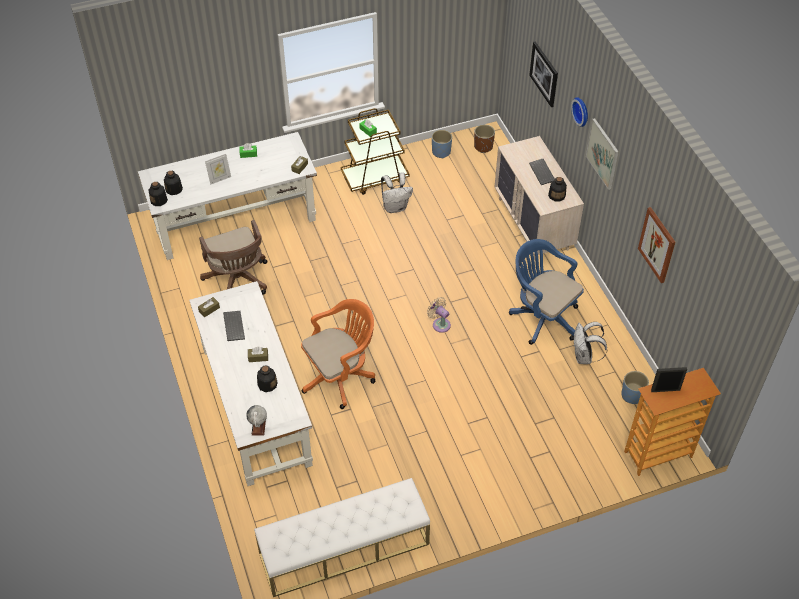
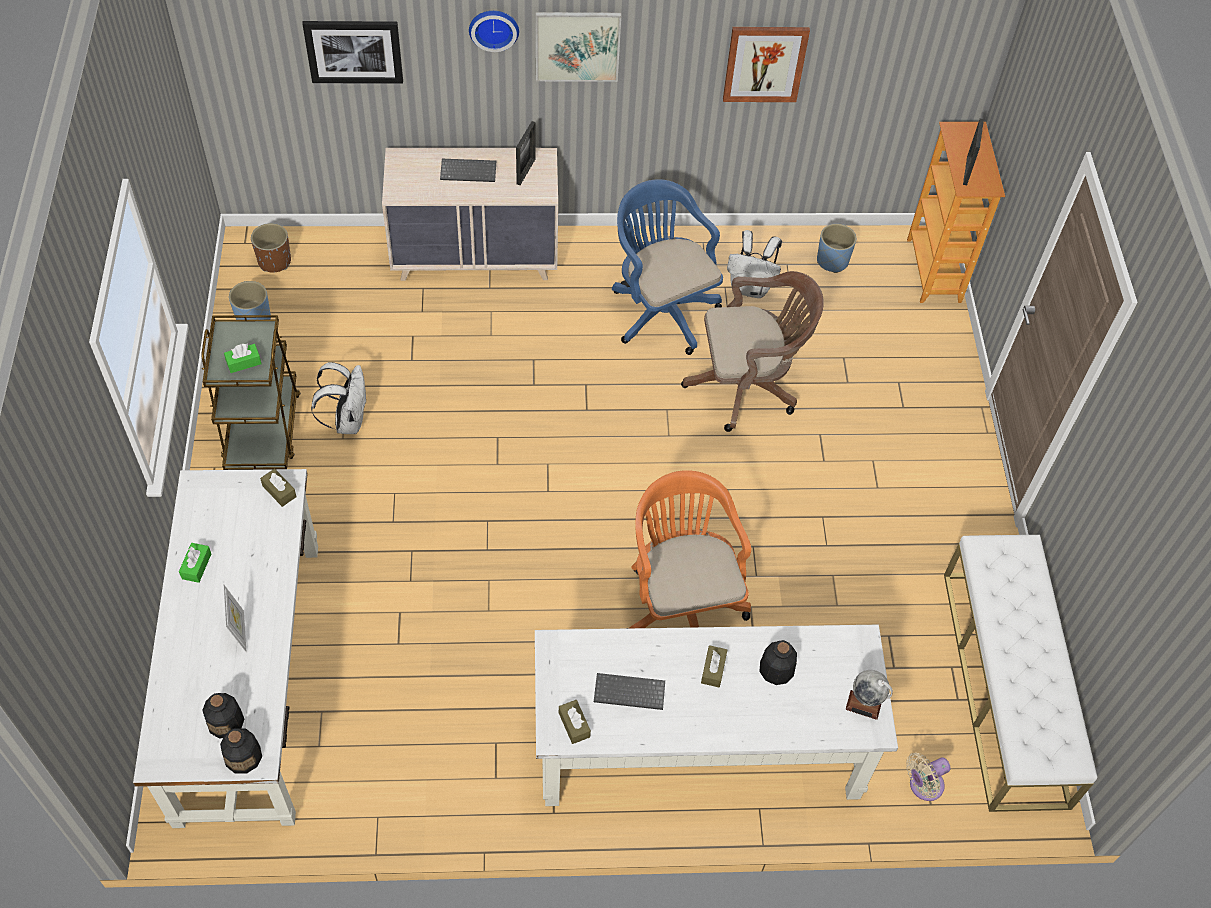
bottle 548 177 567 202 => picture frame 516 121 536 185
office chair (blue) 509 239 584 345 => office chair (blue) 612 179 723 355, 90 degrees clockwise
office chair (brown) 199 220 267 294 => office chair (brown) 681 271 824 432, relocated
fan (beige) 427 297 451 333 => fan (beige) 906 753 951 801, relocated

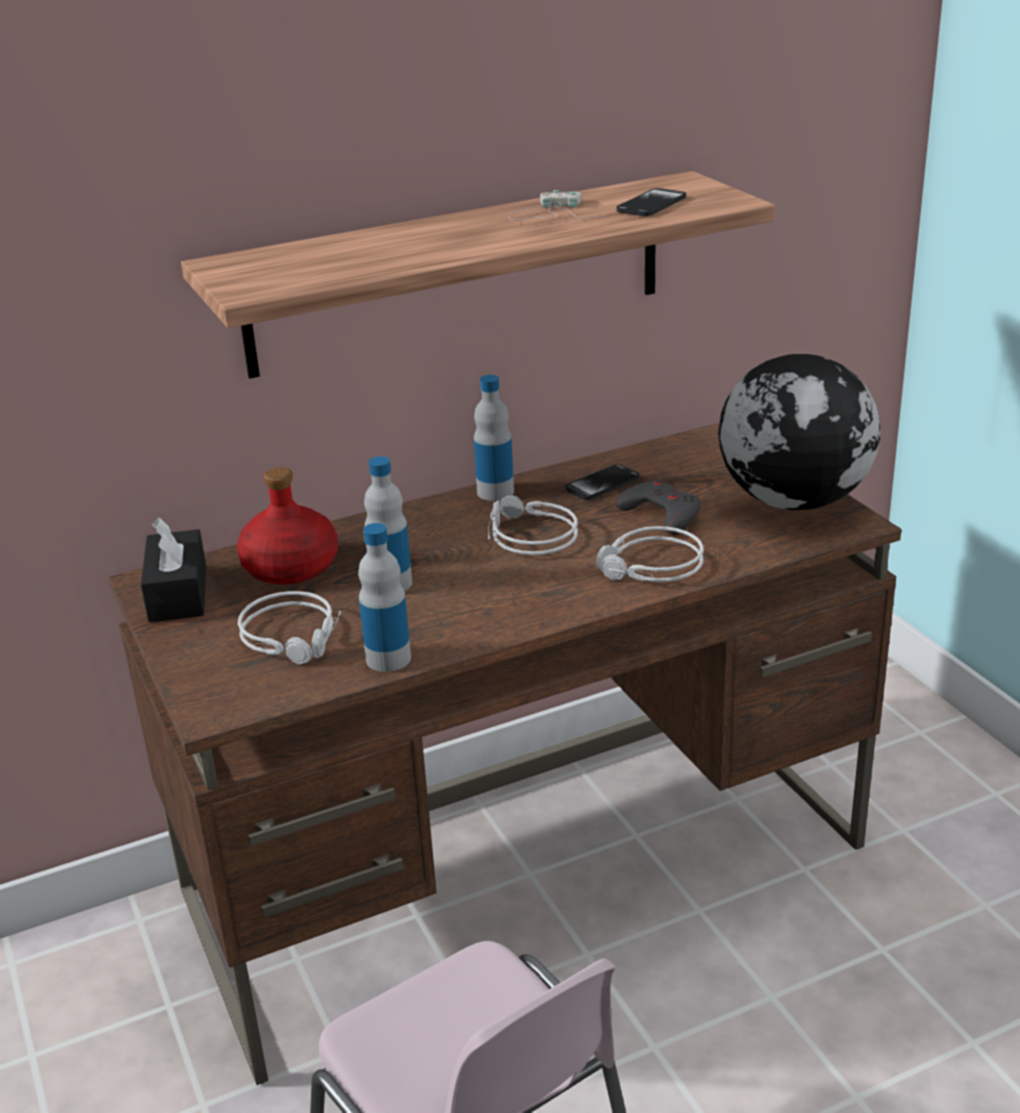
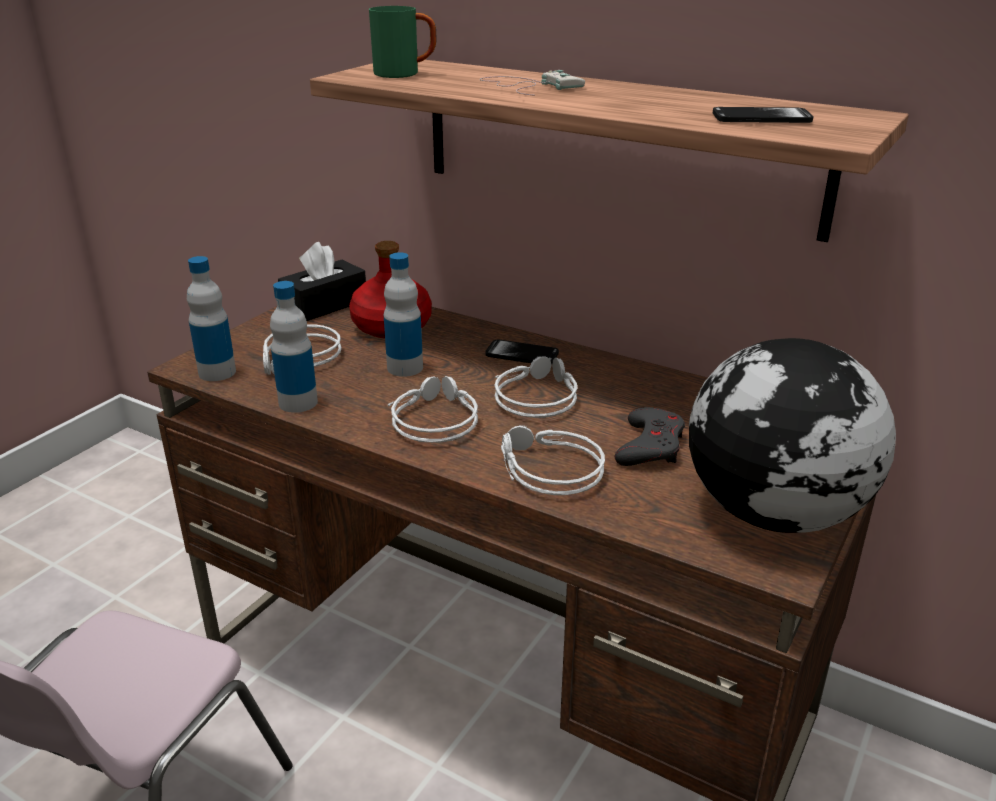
bottle 474 375 514 501 => bottle 187 256 236 381, relocated
nothing => mug (green) 369 6 437 78
nothing => headphones (grey) 388 376 478 443
game controller (white) 509 190 607 221 => game controller (white) 480 70 585 95, relocated
phone 566 464 639 500 => phone 485 340 559 364, relocated

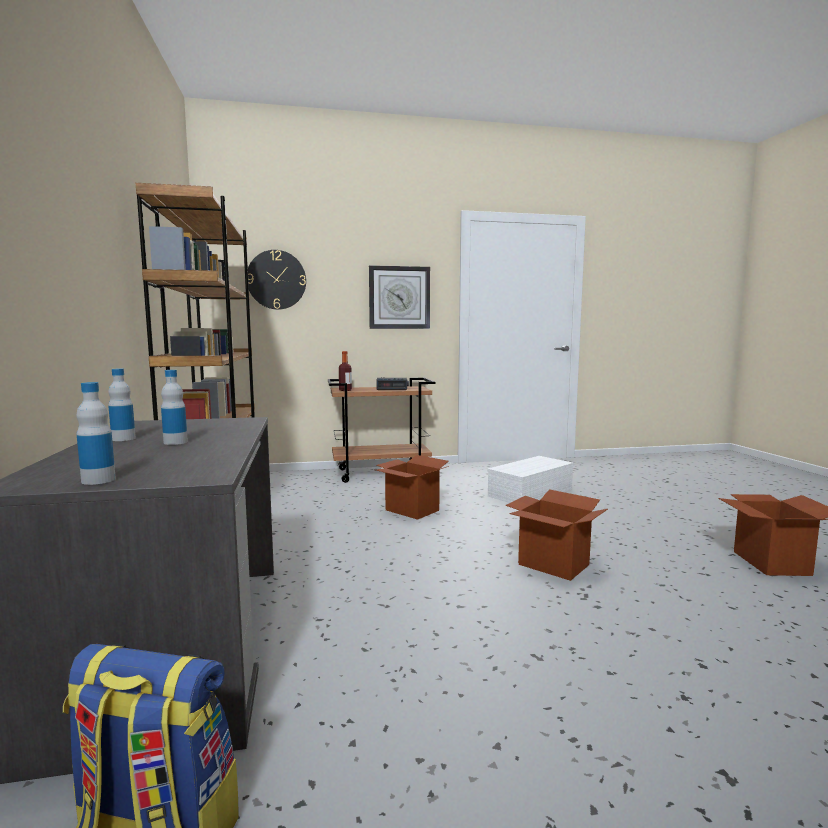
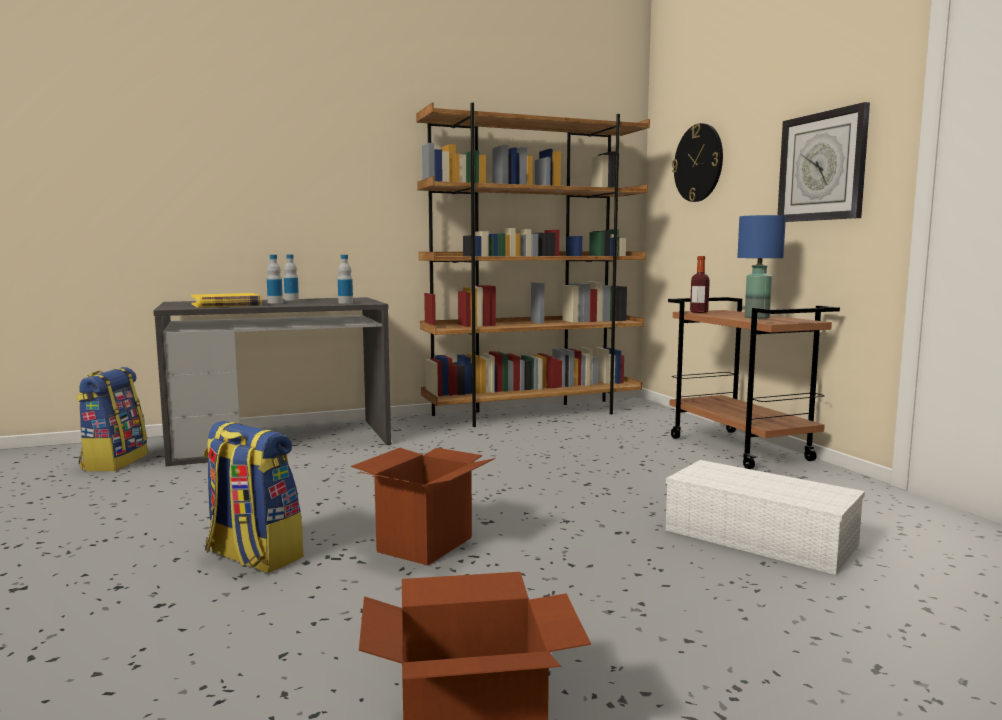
nothing => book (yellow) 191 293 262 308
nothing => backpack 203 421 303 573
bottle 76 382 116 485 => bottle 338 255 353 304, relocated
alarm clock 376 377 409 390 => table lamp (blue) 737 215 786 319
cardboard box 375 455 449 520 => nothing

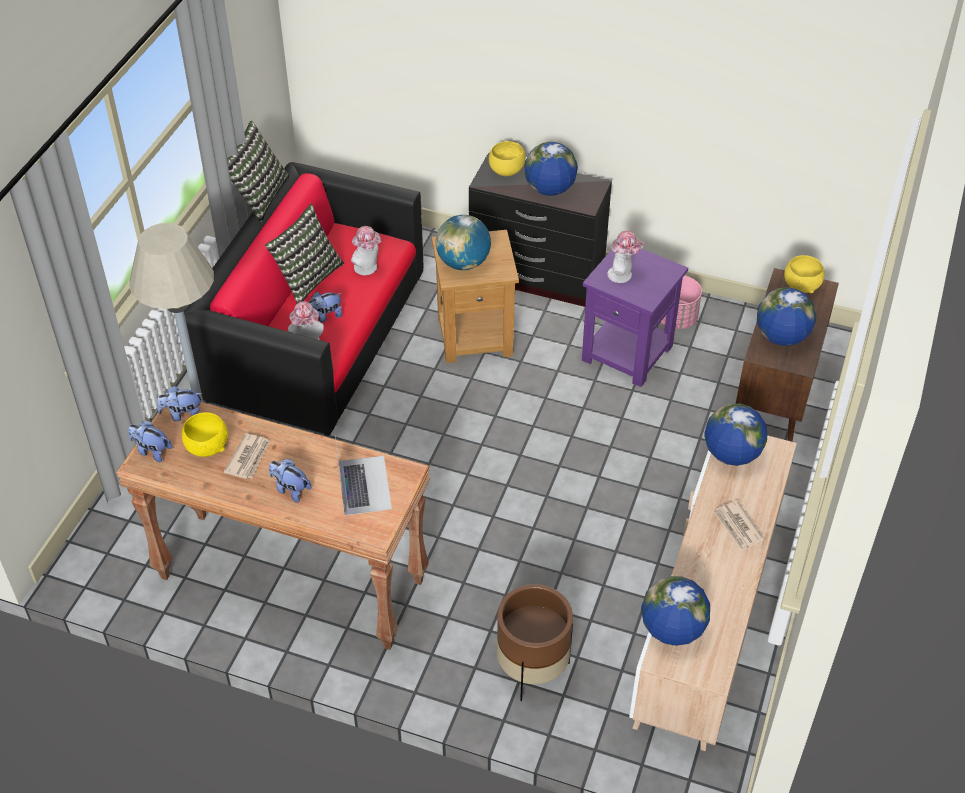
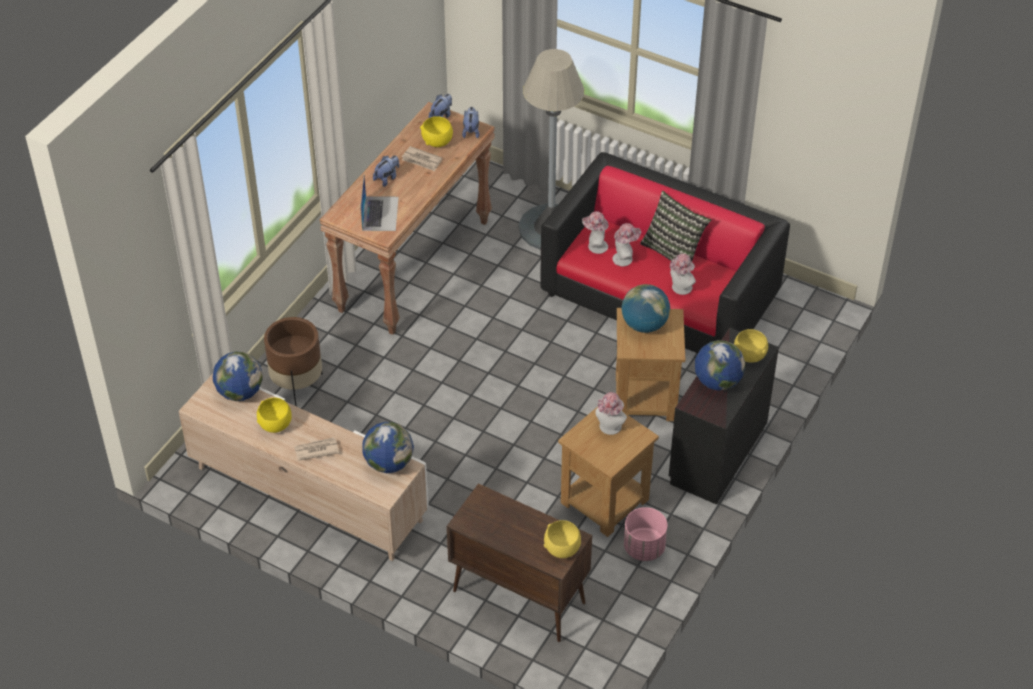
nothing => bowl (yellow) 257 398 292 433
laptop 335 435 392 515 => laptop 360 177 399 231, 90 degrees counterclockwise
side table (purple) 582 249 688 387 => side table (brown) 558 407 659 537
plush toy 308 292 342 323 => hat 613 223 641 266
pillow 227 121 290 222 => nothing
globe 757 287 816 346 => nothing

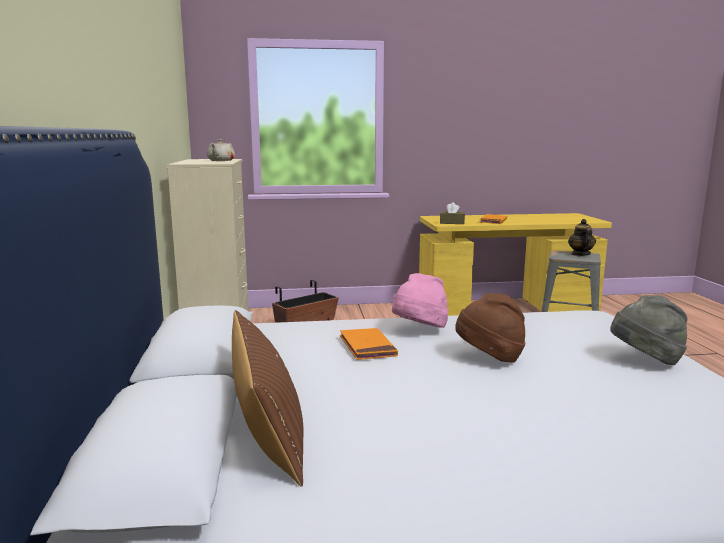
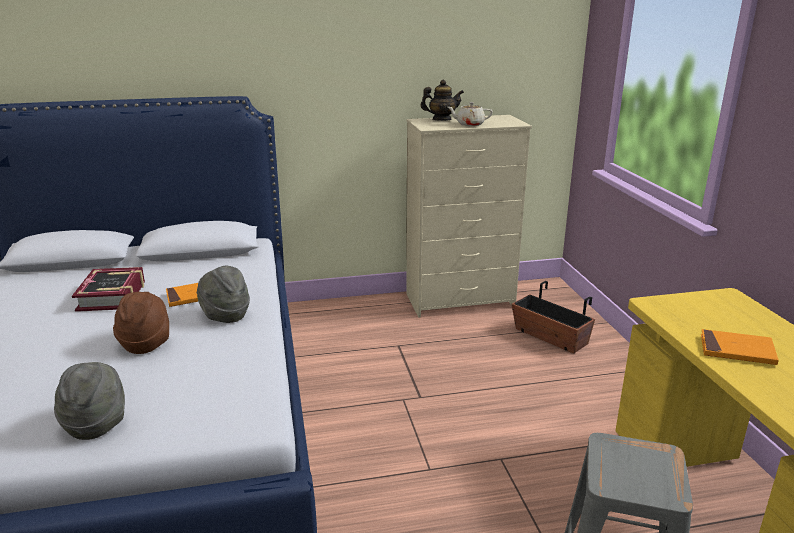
nothing => book 72 267 145 312
hat (pink) 392 273 448 328 => hat (grey) 197 266 250 323
teapot 568 219 596 256 => teapot 420 80 464 121, relocated
pillow (brown) 232 310 303 487 => nothing
tissue box (brown) 440 202 465 224 => nothing

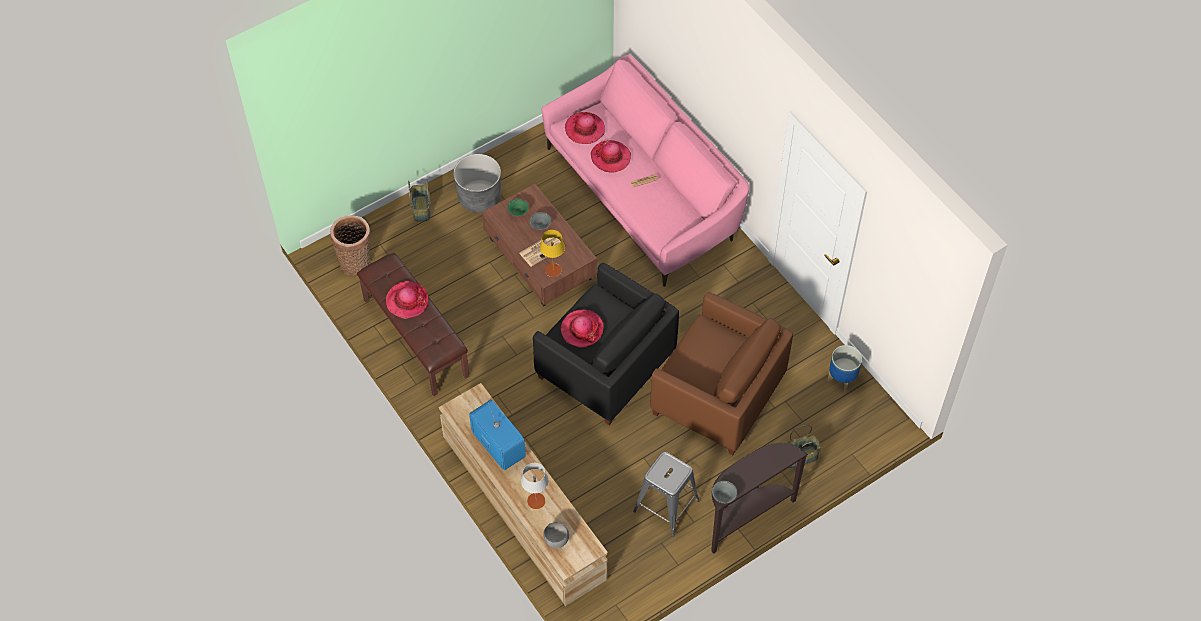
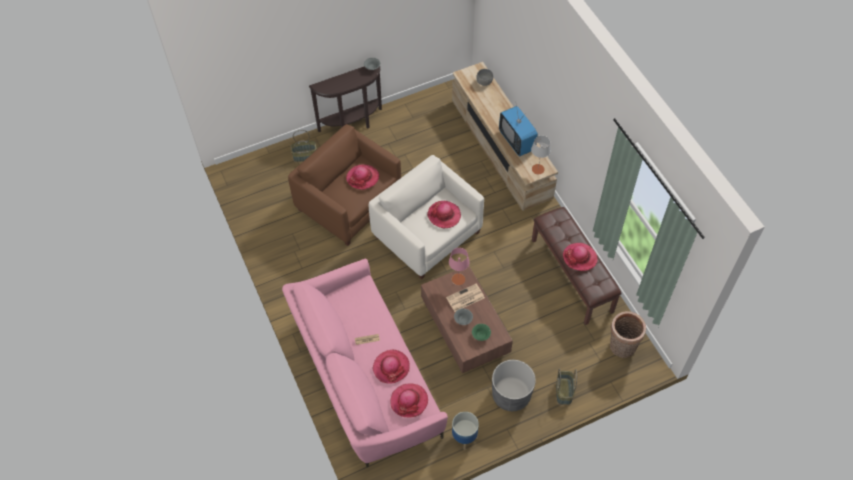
nothing => hat 346 164 379 190
armchair (black) 533 263 679 425 => armchair (white) 369 155 484 279
table lamp (yellow) 540 230 565 277 => table lamp (pink) 449 248 470 285
planter 827 345 862 392 => planter 452 412 479 450, relocated
table lamp (grey) 521 463 549 509 => table lamp (grey) 531 136 551 174, relocated
stool (grey) 633 452 699 536 => nothing

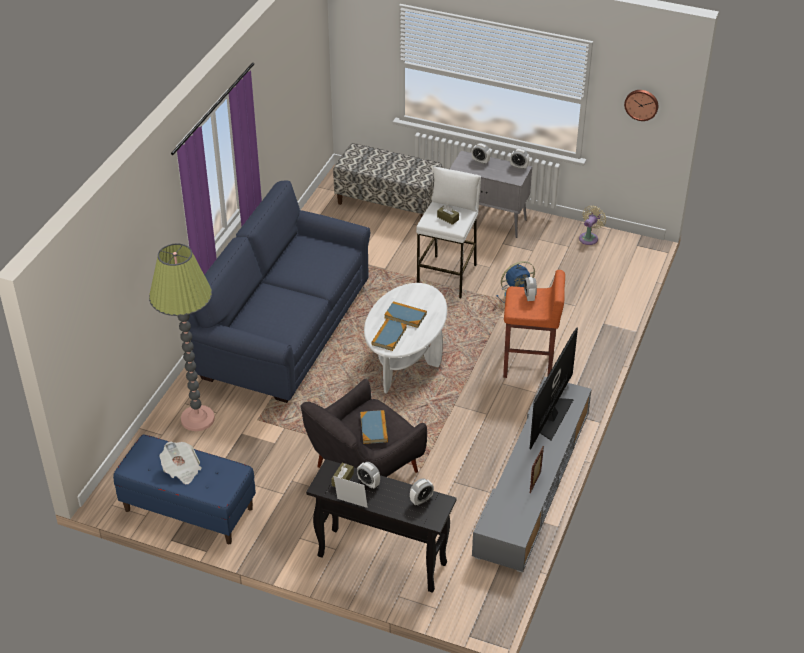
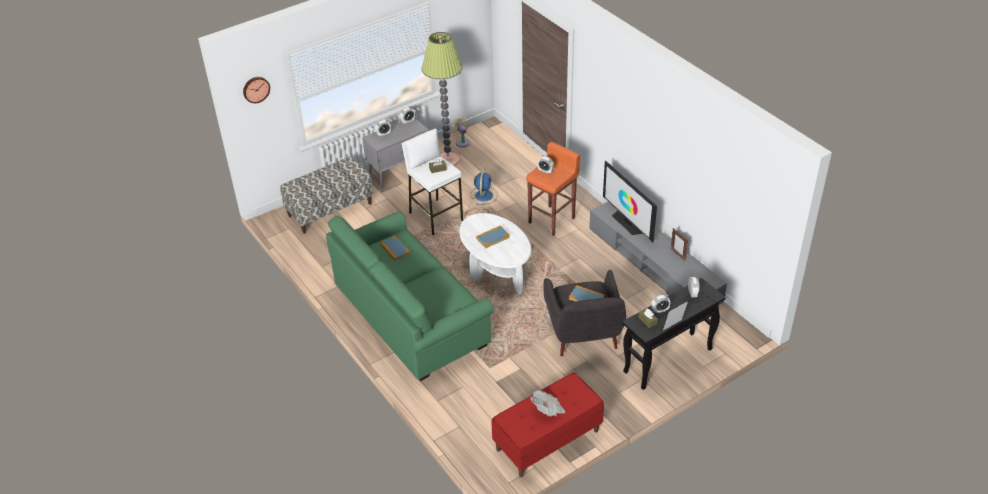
wall clock 624 90 658 121 => wall clock 243 77 270 103, relocated
sofa (blue) 187 181 370 403 => sofa (green) 326 211 493 381
book 371 319 407 351 => book 380 236 410 261, relocated
floor lamp 149 243 215 431 => floor lamp 422 32 463 166, relocated
bench (blue) 113 434 256 544 => bench (red) 491 373 604 477

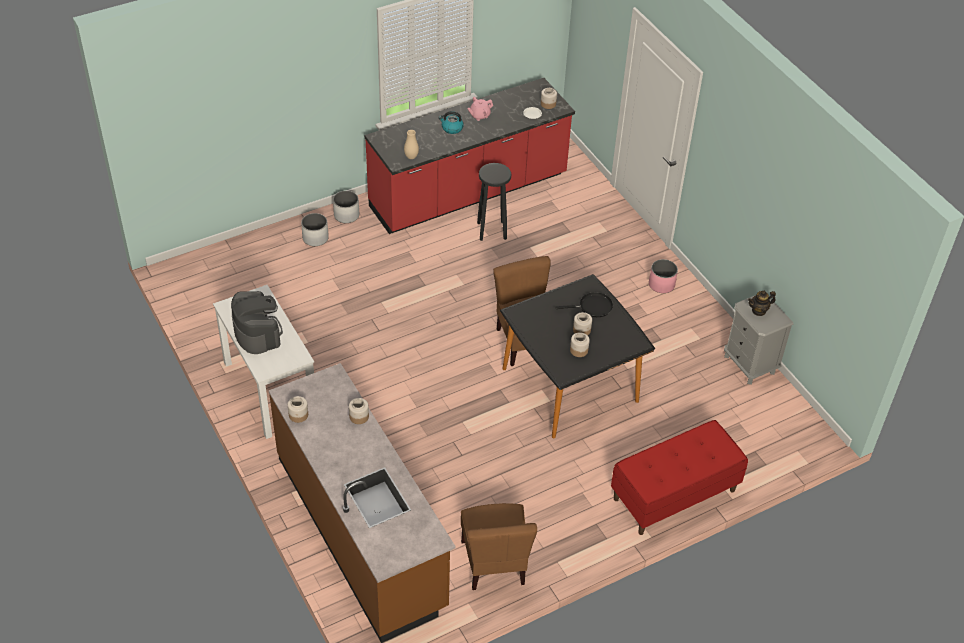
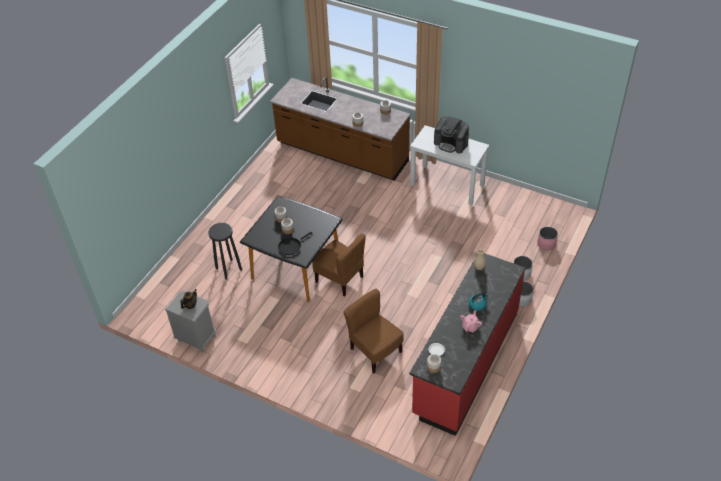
stool (black) 477 163 511 241 => stool (black) 208 223 242 279, relocated
chair (brown) 461 503 537 590 => chair (brown) 343 289 404 373, relocated
planter (pink) 649 259 678 293 => planter (pink) 537 227 558 250, relocated
bench (red) 611 420 748 535 => nothing

